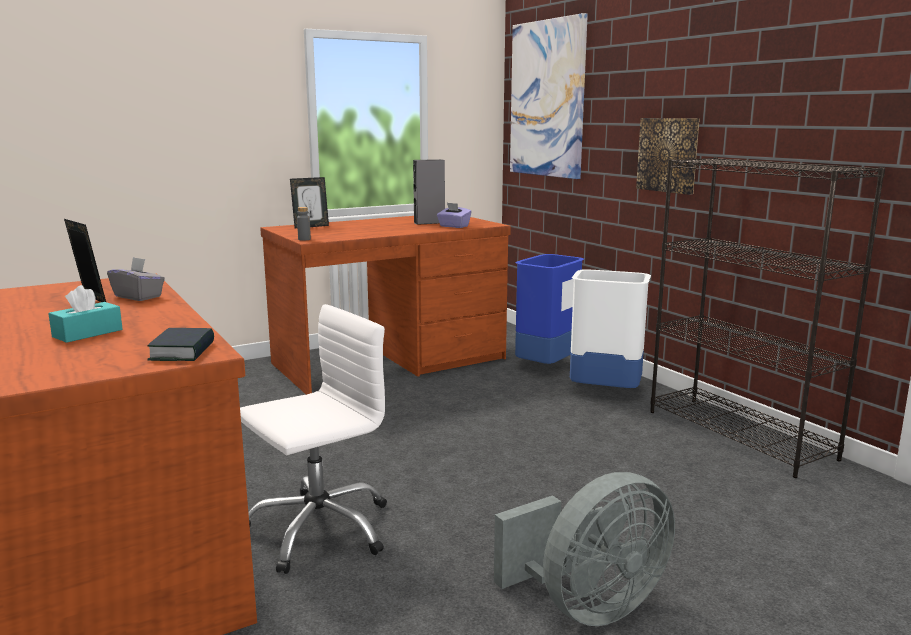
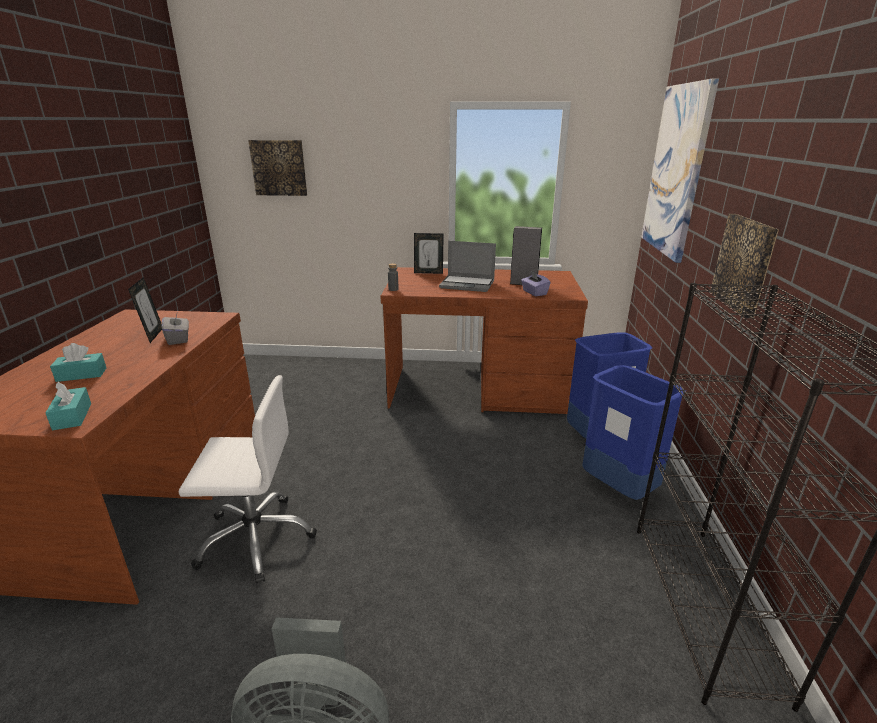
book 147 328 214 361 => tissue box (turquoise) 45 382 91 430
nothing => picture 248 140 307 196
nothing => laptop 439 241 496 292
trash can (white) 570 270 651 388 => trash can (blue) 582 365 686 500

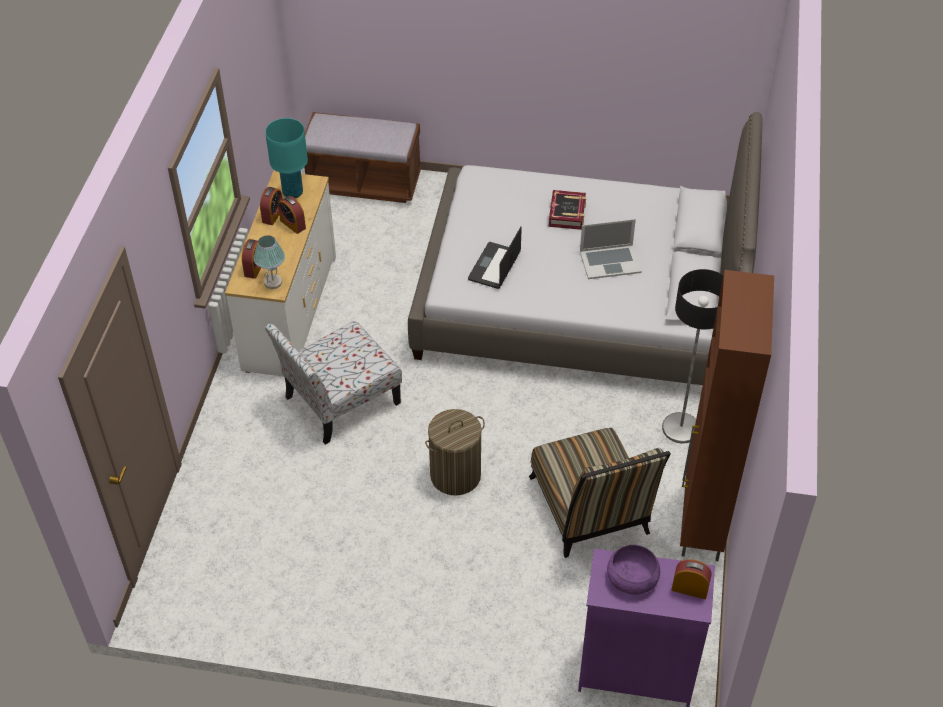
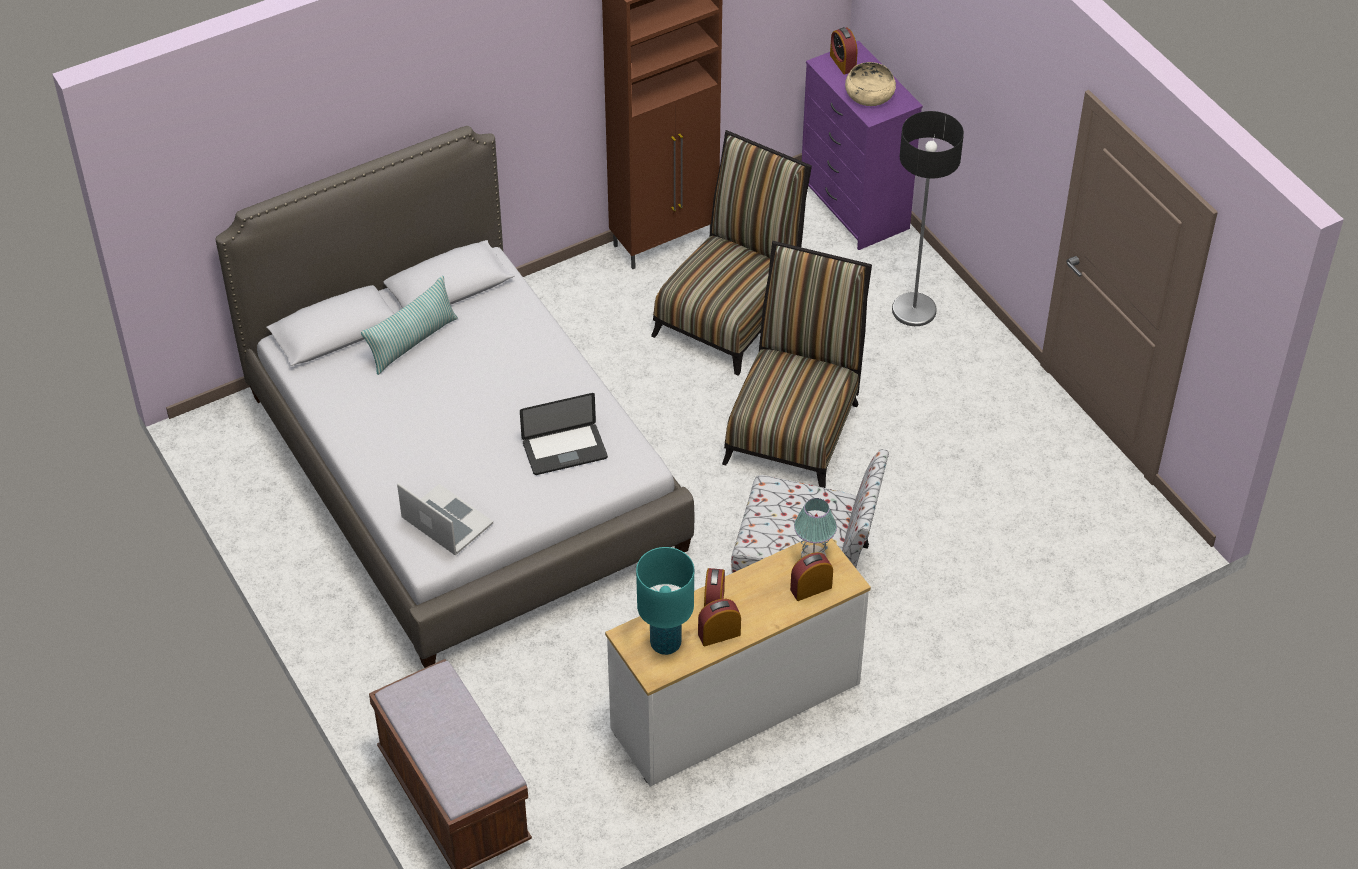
nothing => pillow 361 276 458 375
laptop 580 219 642 279 => laptop 397 483 493 555, relocated
laundry basket 425 409 485 495 => chair 722 241 872 488
bowl (purple) 607 545 660 595 => bowl (beige) 845 62 896 106
floor lamp 662 269 723 443 => floor lamp 892 111 964 326, relocated
book 548 190 586 230 => nothing

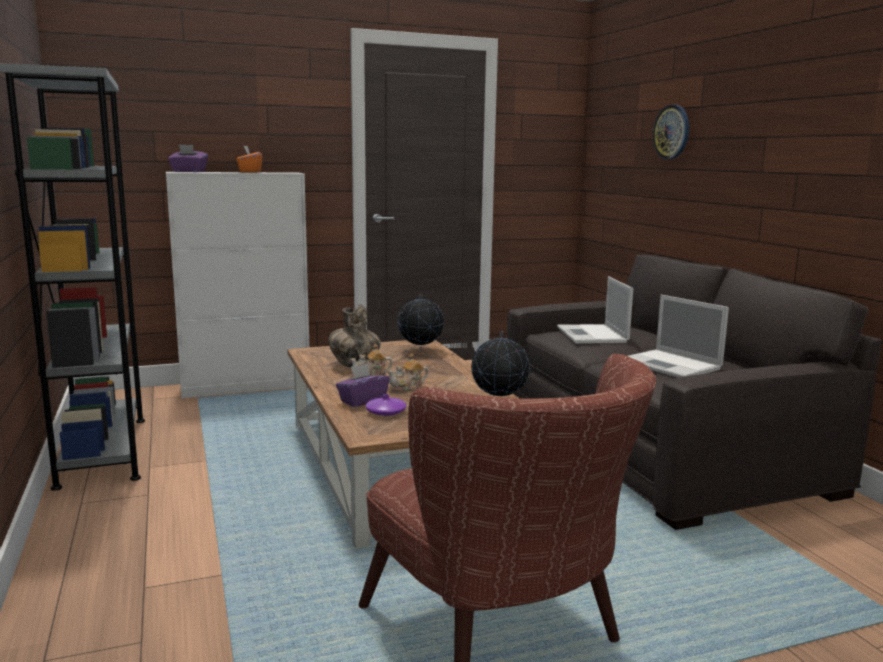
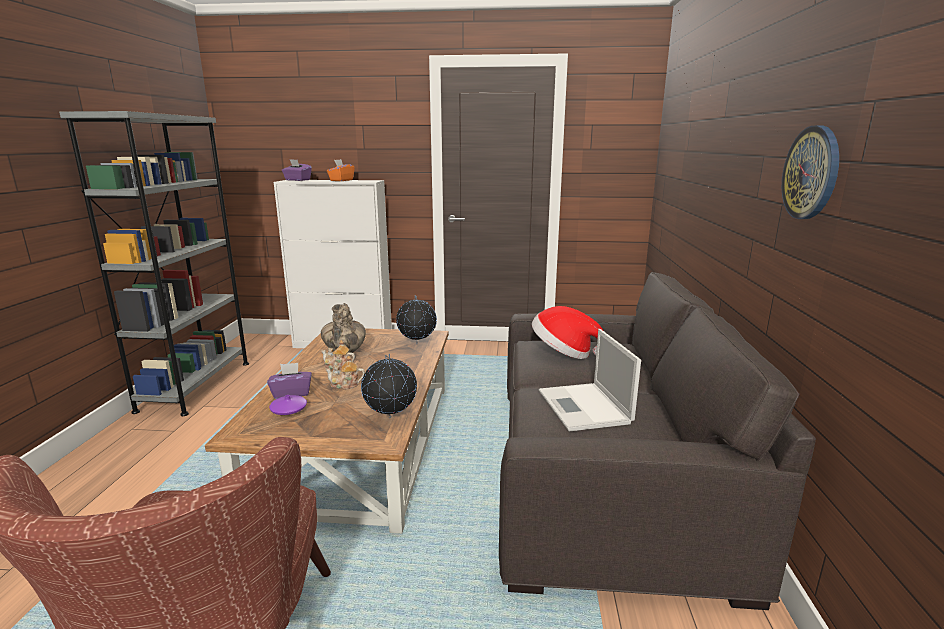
laptop 557 276 633 344 => hat 532 306 603 359
wall clock 653 104 689 159 => wall clock 782 126 839 219, relocated

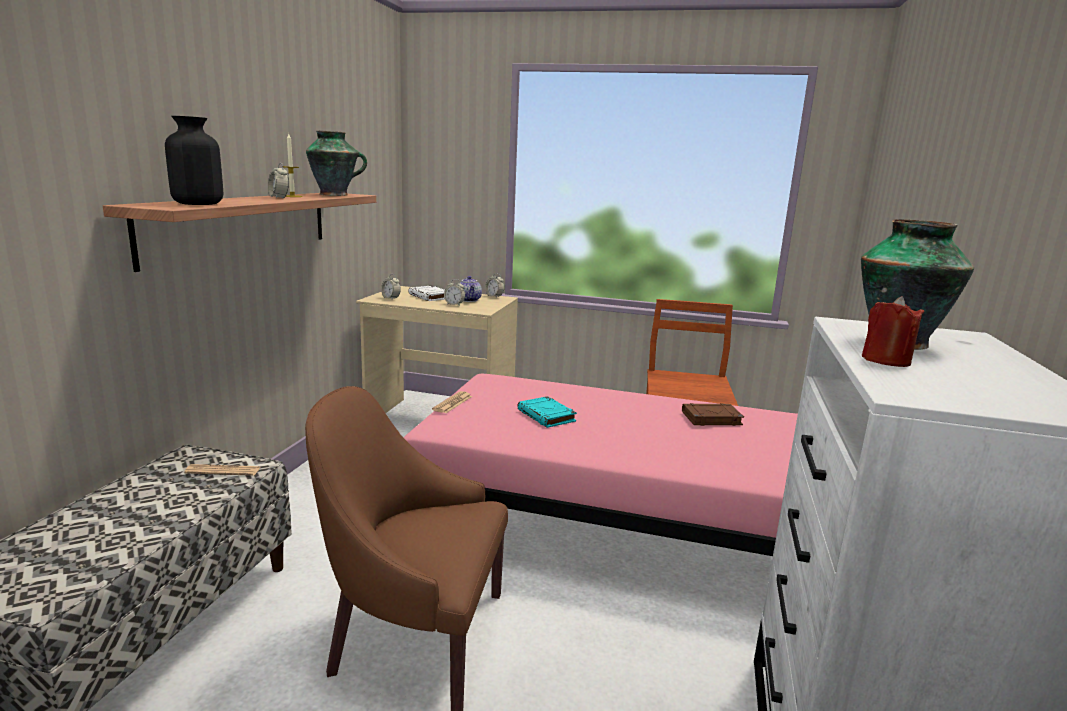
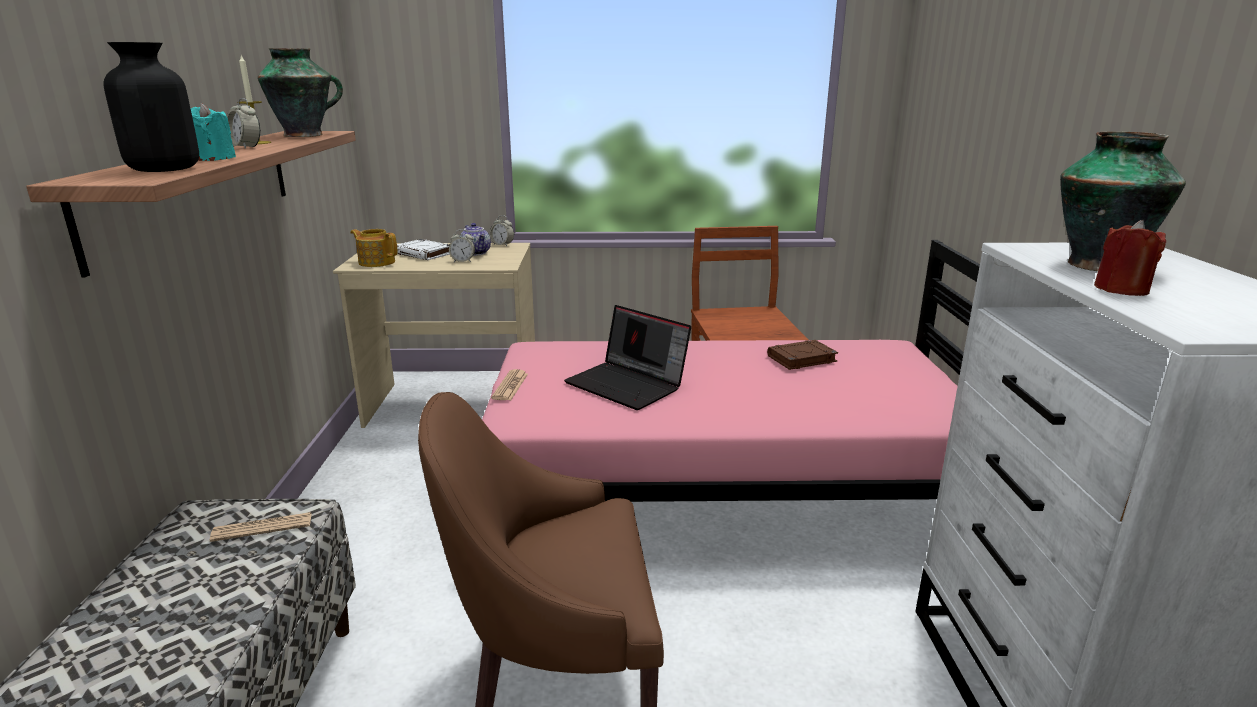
nothing => candle (turquoise) 191 103 236 161
alarm clock 381 274 401 299 => teapot 350 229 397 267
book (turquoise) 517 396 577 428 => laptop 564 305 691 410

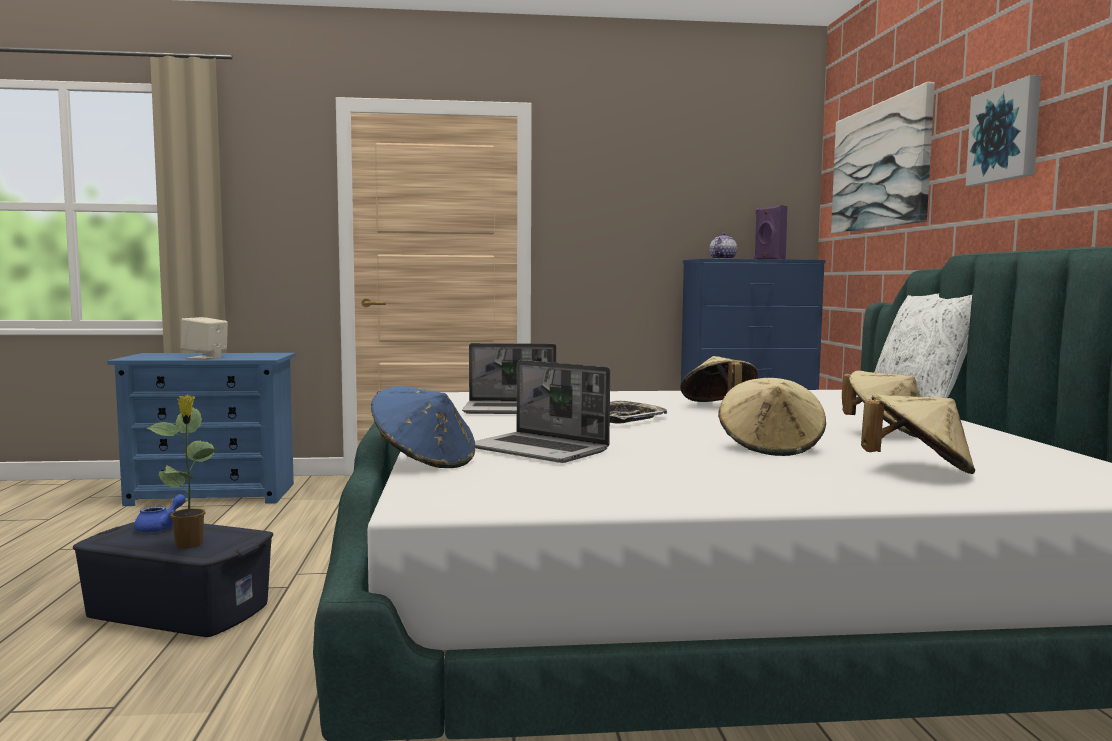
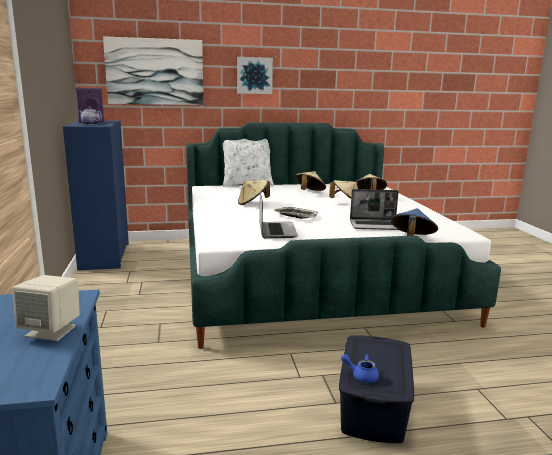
laptop 475 360 610 463 => laptop 350 189 399 230, 60 degrees clockwise
potted plant 146 395 218 549 => nothing

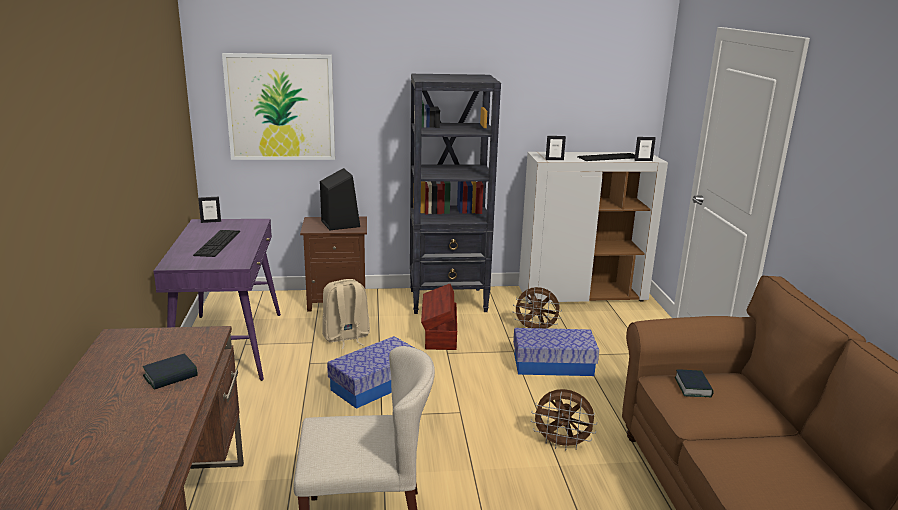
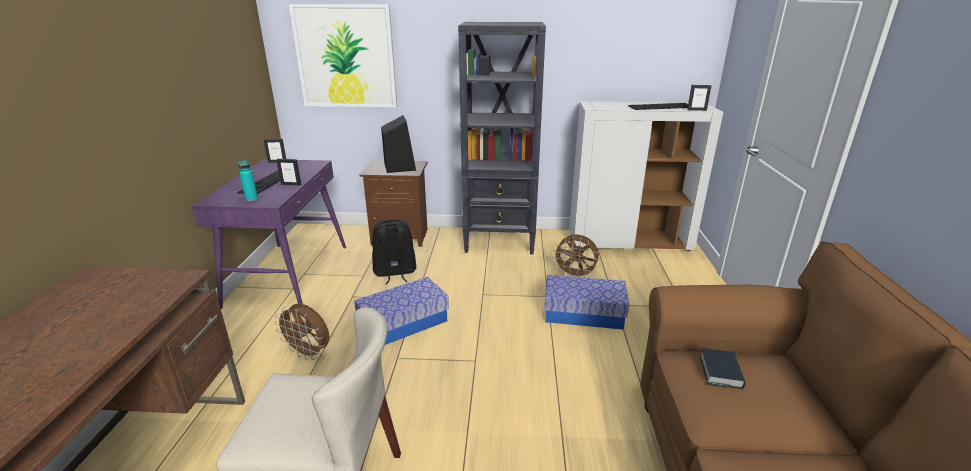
nothing => bottle (turquoise) 238 160 258 201
fan (brown) 531 389 597 451 => fan (brown) 274 304 329 360, relocated
picture frame 545 136 566 160 => picture frame 276 159 301 186, relocated
backpack (beige) 322 279 370 349 => backpack (black) 372 219 416 284
book 143 354 198 390 => nothing
storage box (brown) 421 284 457 350 => nothing

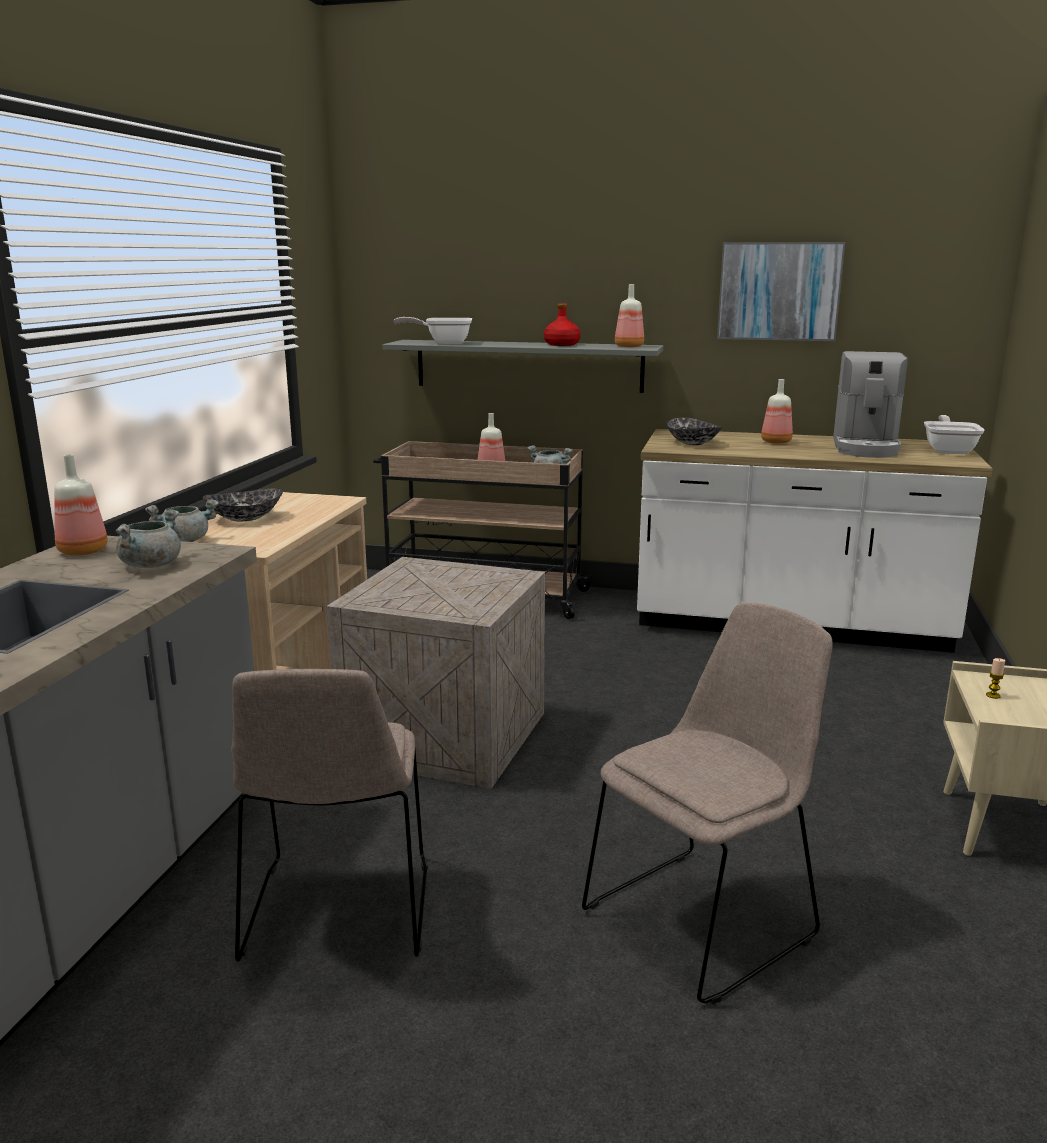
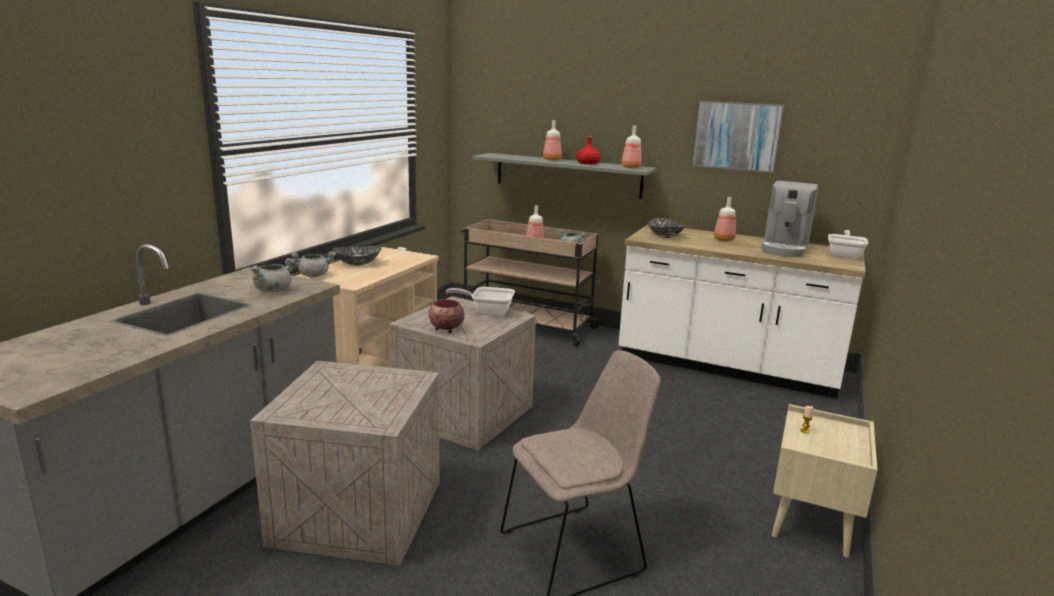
chair (beige) 231 669 428 962 => crate 250 361 440 566
nothing => bowl 429 299 464 333
frying pan 393 317 472 344 => frying pan 446 287 515 316, relocated
bottle 54 454 108 556 => bottle 543 120 562 160, relocated

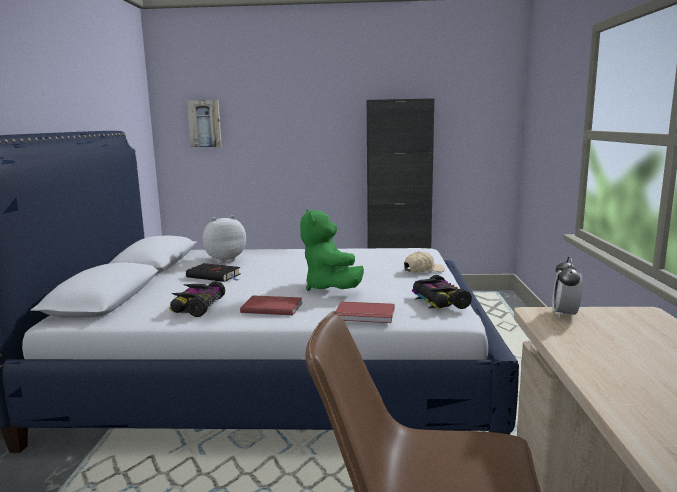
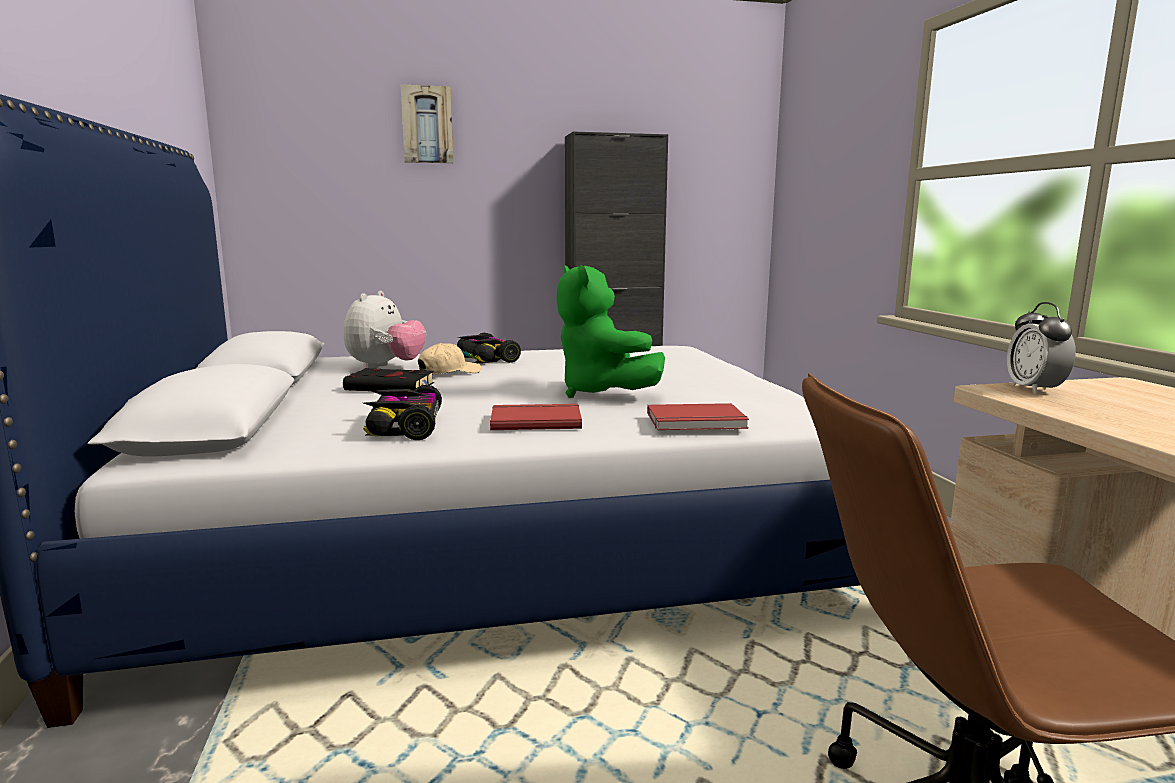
plush toy 202 215 246 263 => plush toy 344 291 426 369, 150 degrees clockwise
picture 187 100 222 147 => picture 400 84 453 163, relocated
cap (beige) 404 252 445 273 => cap (beige) 418 342 481 374, relocated
toy car 412 275 472 309 => toy car 457 333 521 363, relocated

